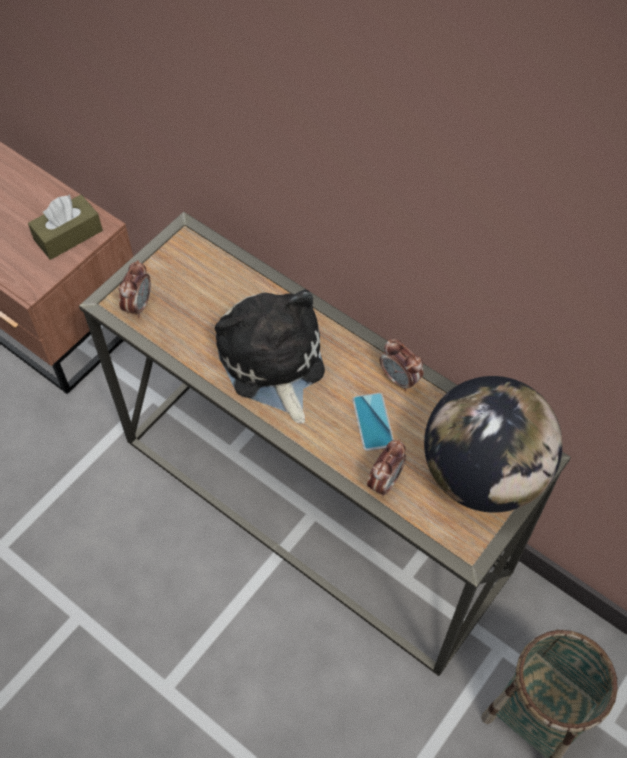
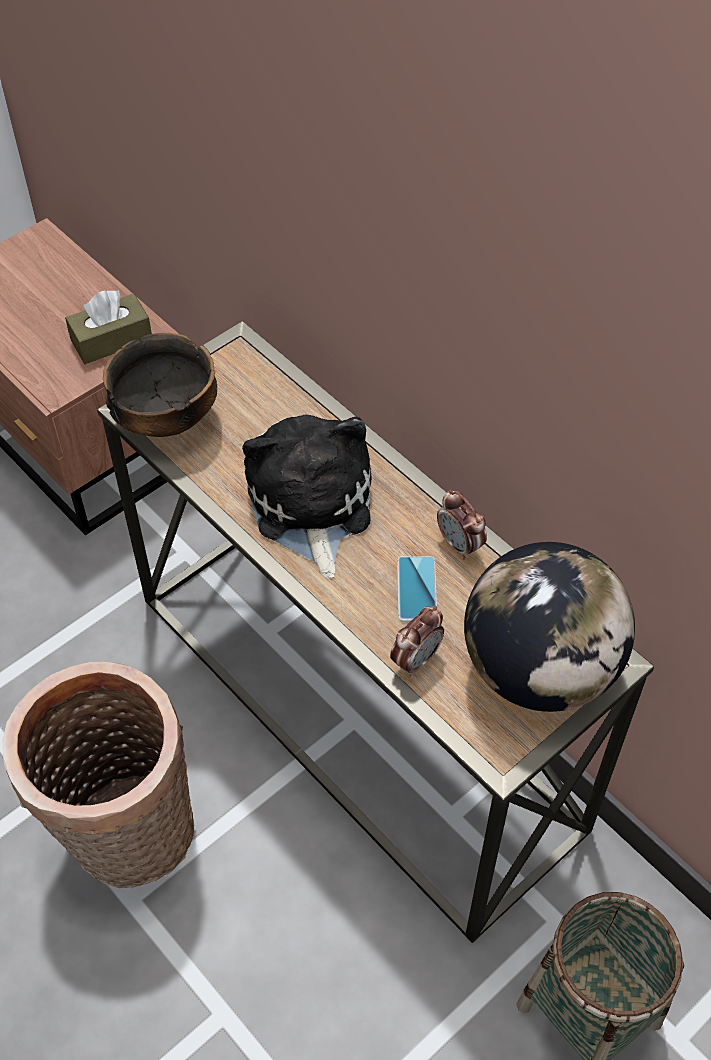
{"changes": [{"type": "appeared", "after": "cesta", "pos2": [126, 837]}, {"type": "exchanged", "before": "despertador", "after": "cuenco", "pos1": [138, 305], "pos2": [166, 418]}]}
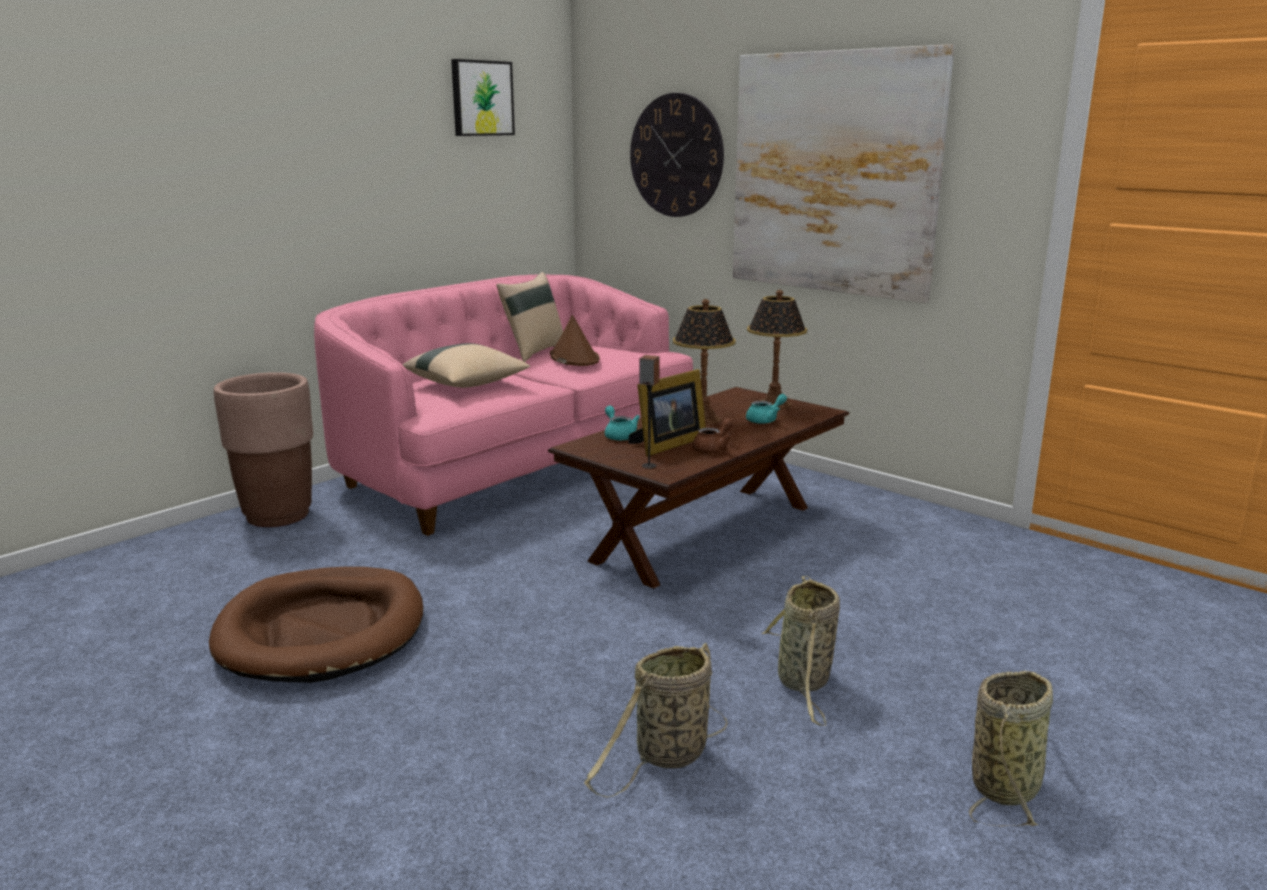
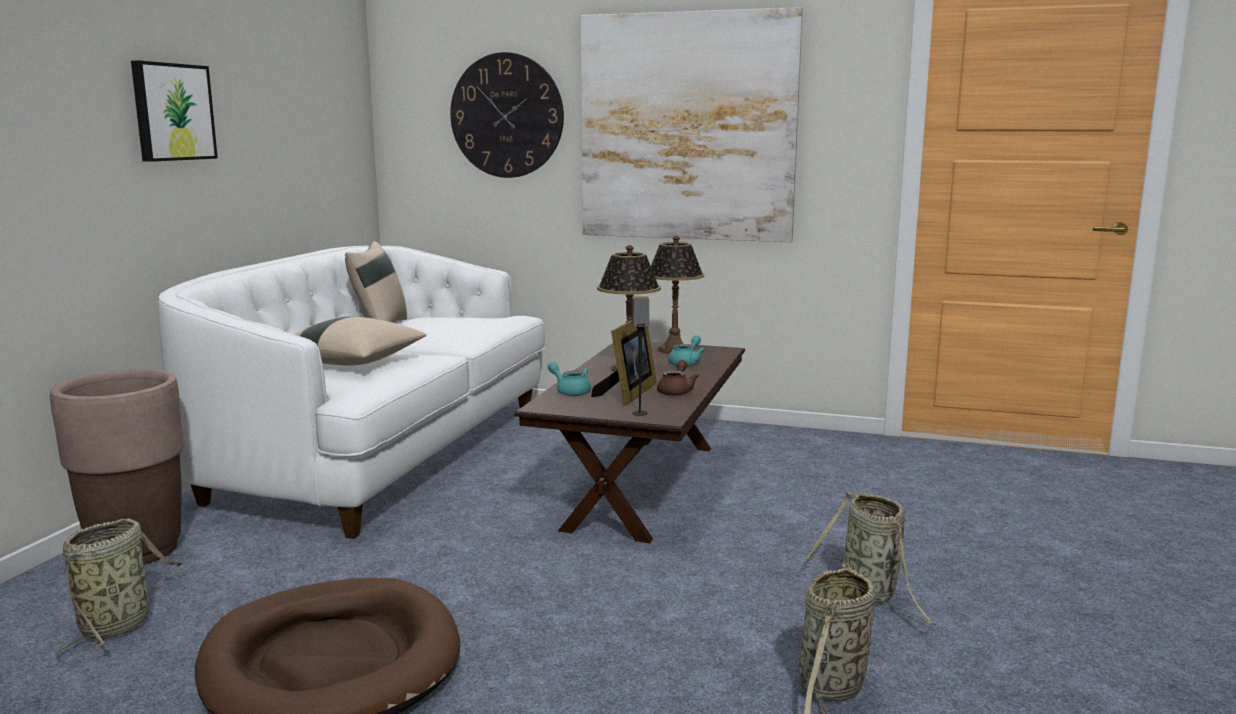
{"changes": [{"type": "relocated", "before": "cesta", "pos1": [1006, 785], "pos2": [119, 624]}, {"type": "relocated", "before": "cuadro", "pos1": [481, 98], "pos2": [172, 112]}, {"type": "colour", "before": "sofá [rosa]", "after": "sofá [blanco]", "pos1": [516, 466], "pos2": [382, 454]}, {"type": "missing", "before": "sombrero [marrón]", "pos1": [574, 358]}]}
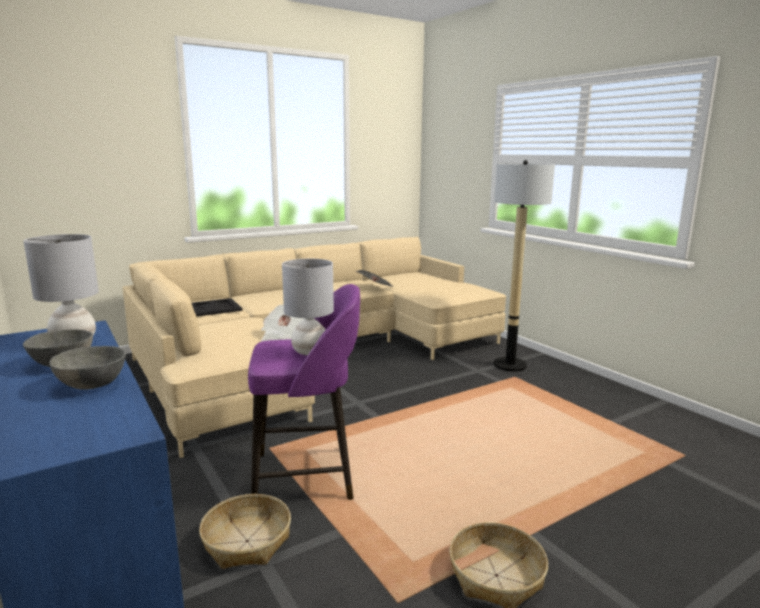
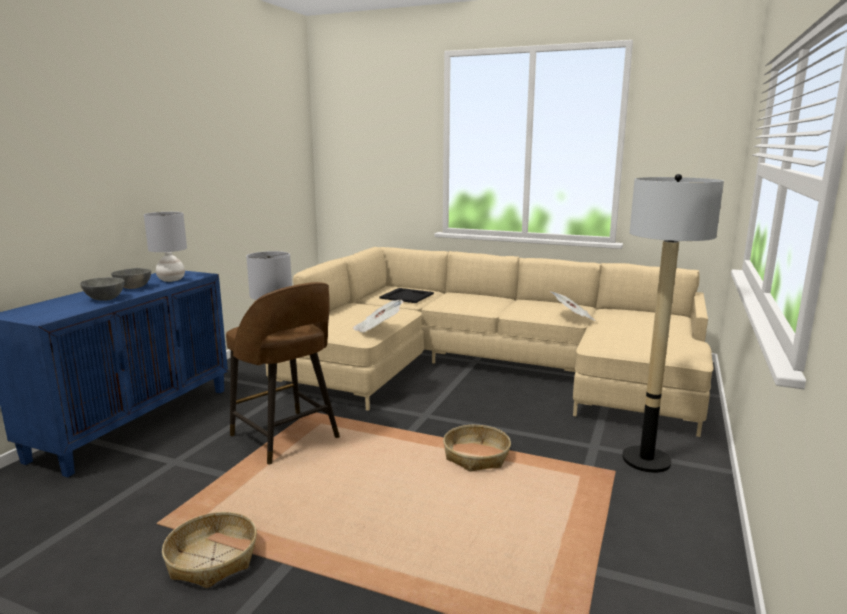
{"changes": [{"type": "colour", "before": "taburete [morado]", "after": "taburete [marrón]", "pos1": [307, 476], "pos2": [286, 438]}, {"type": "relocated", "before": "cesta", "pos1": [247, 541], "pos2": [476, 456]}]}
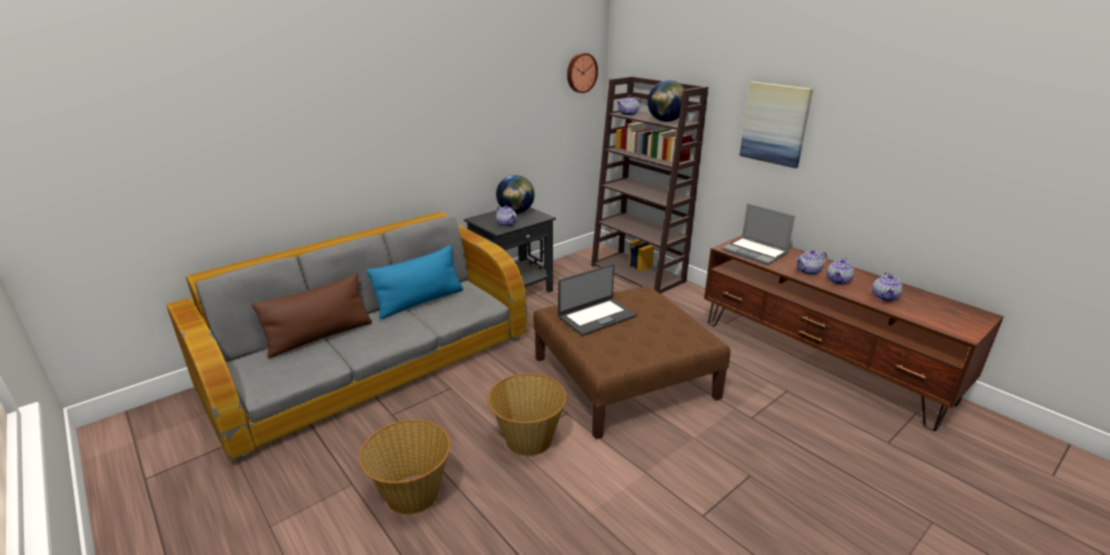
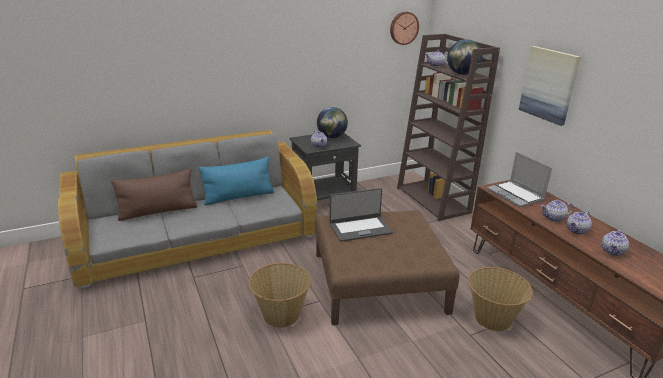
{"changes": [{"type": "relocated", "before": "cesta", "pos1": [412, 495], "pos2": [492, 319]}]}
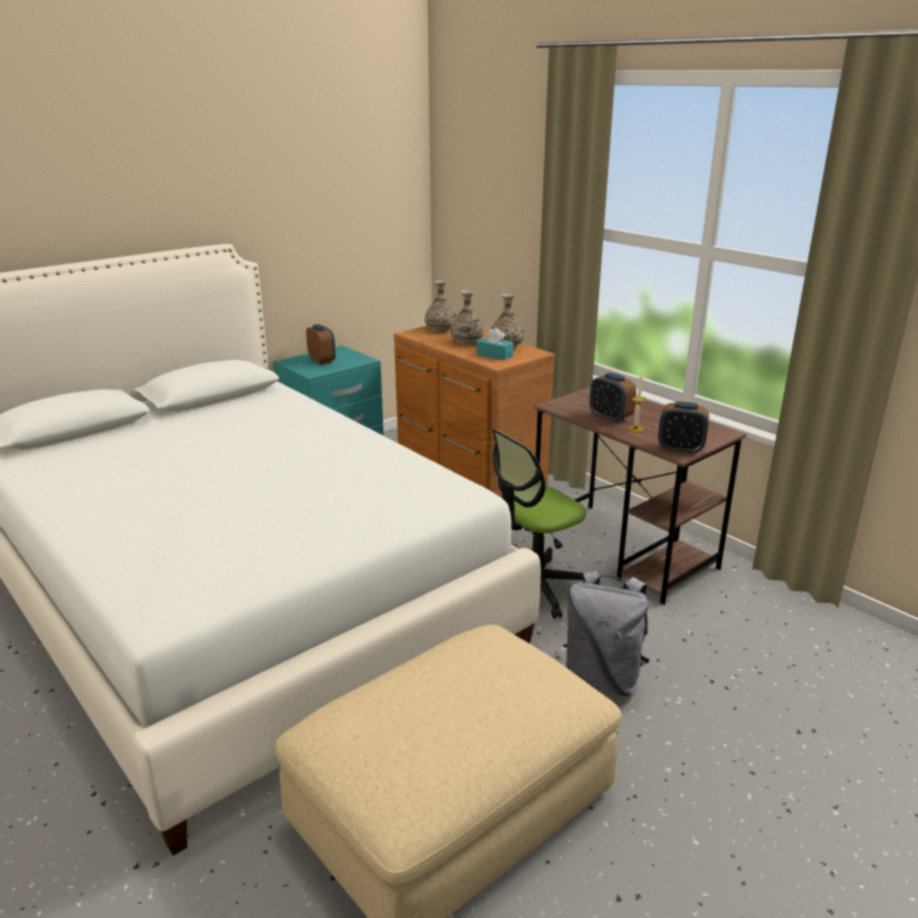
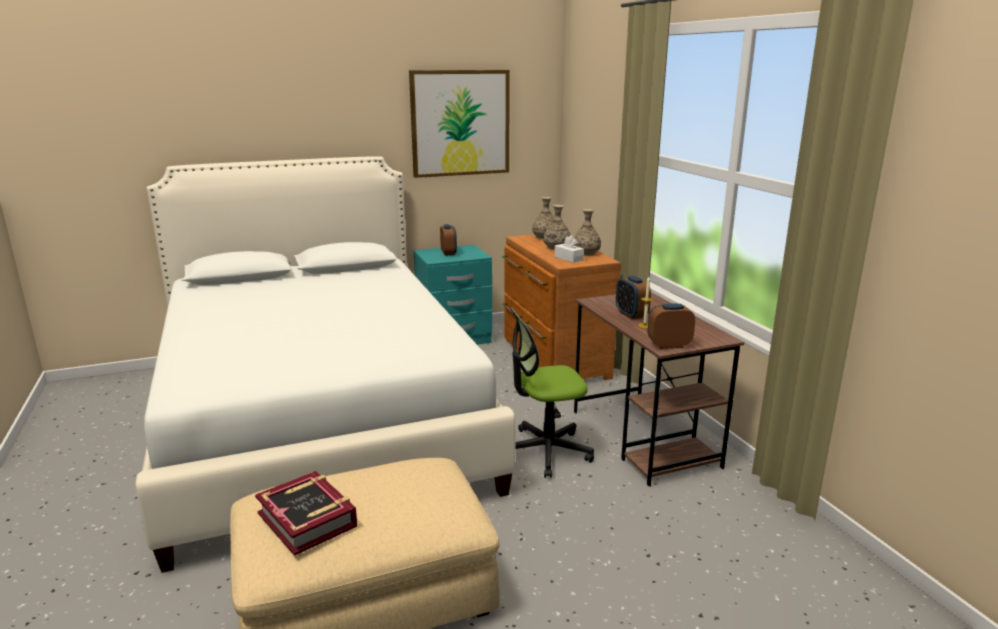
{"changes": [{"type": "appeared", "after": "libro", "pos2": [308, 519]}, {"type": "appeared", "after": "cuadro", "pos2": [460, 123]}, {"type": "colour", "before": "caja de pañuelos [turquesa]", "after": "caja de pañuelos [blanco]", "pos1": [494, 355], "pos2": [568, 258]}, {"type": "spun", "before": "despertador", "pos1": [680, 449], "pos2": [669, 345], "turn": 135}, {"type": "missing", "before": "mochila [gris]", "pos1": [603, 679]}]}
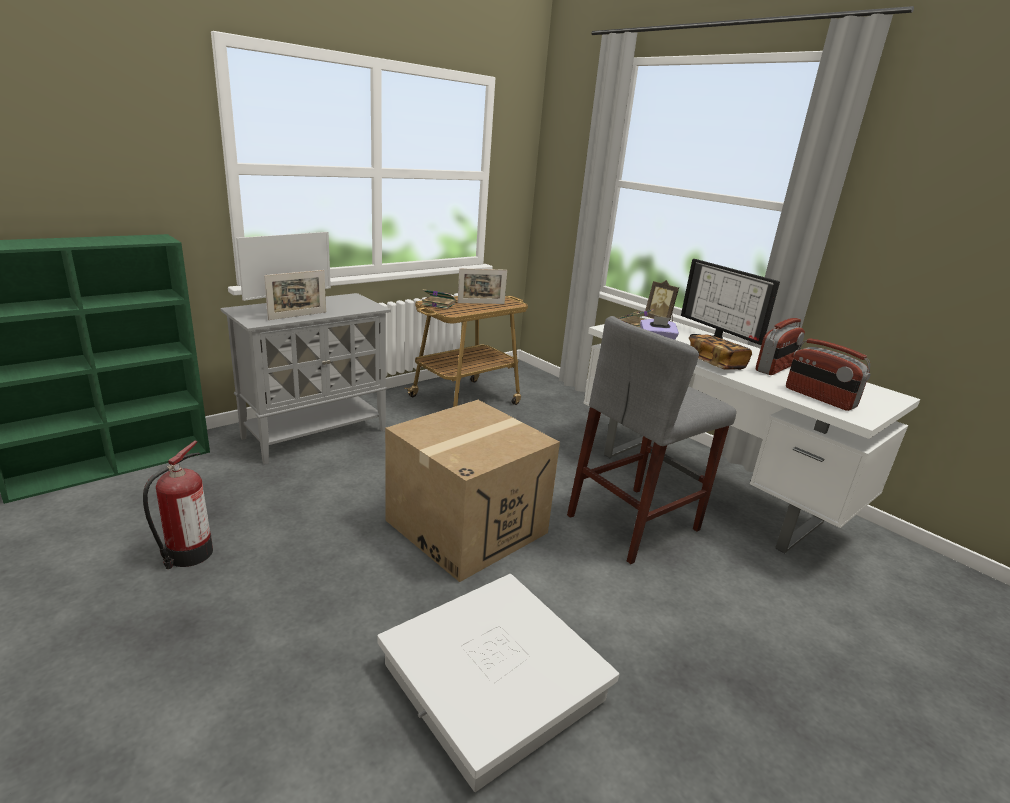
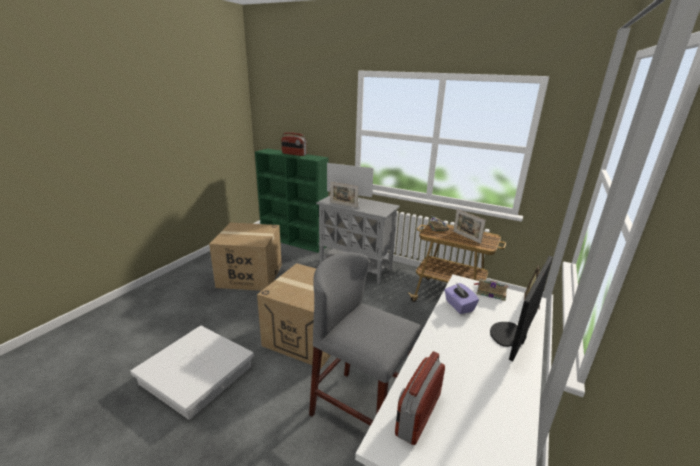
{"changes": [{"type": "exchanged", "before": "extintor", "after": "caja de cartón", "pos1": [187, 555], "pos2": [250, 275]}, {"type": "relocated", "before": "radio", "pos1": [776, 368], "pos2": [294, 154]}, {"type": "missing", "before": "libro", "pos1": [714, 364]}]}
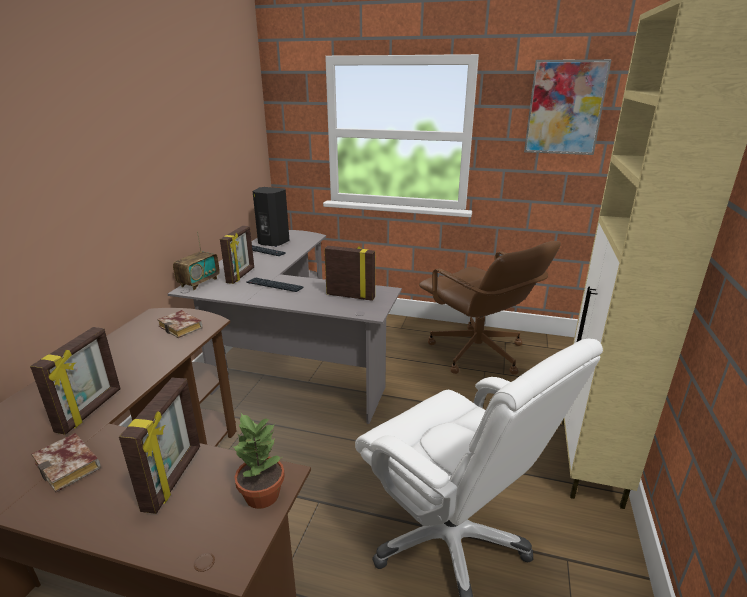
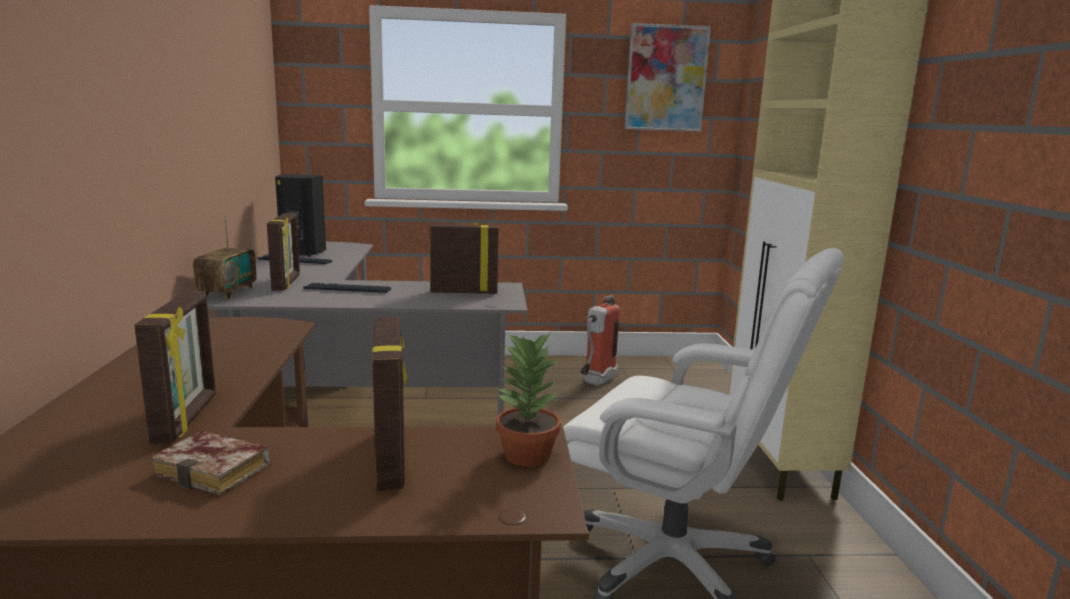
{"changes": [{"type": "exchanged", "before": "silla de oficina [marrón]", "after": "extintor", "pos1": [477, 353], "pos2": [596, 382]}, {"type": "missing", "before": "libro", "pos1": [182, 327]}]}
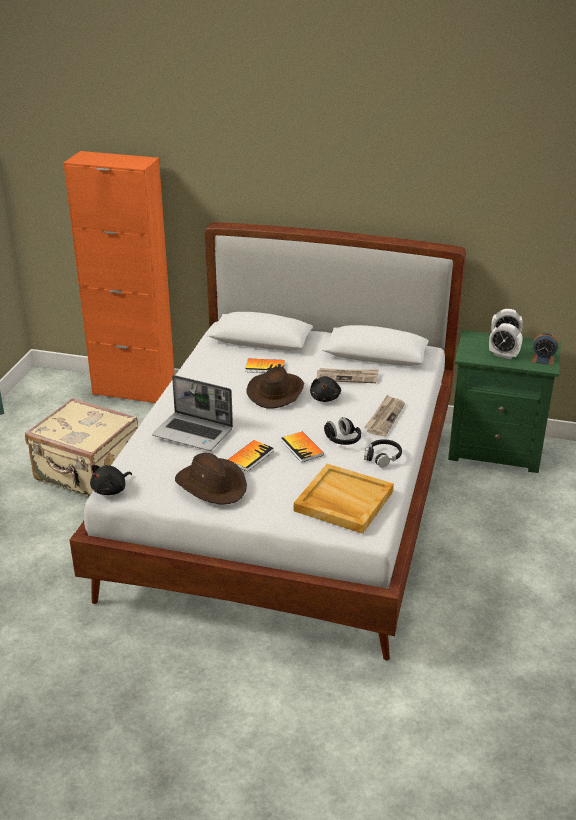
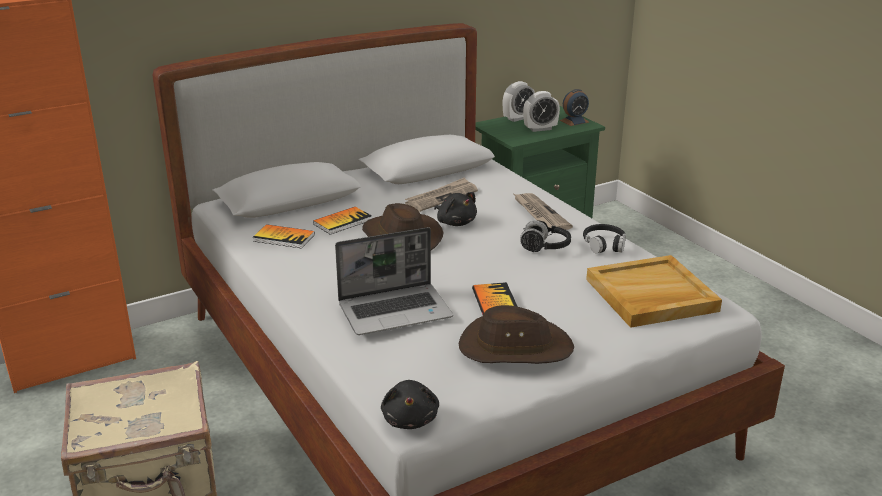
{"changes": [{"type": "relocated", "before": "libro", "pos1": [302, 448], "pos2": [284, 238]}]}
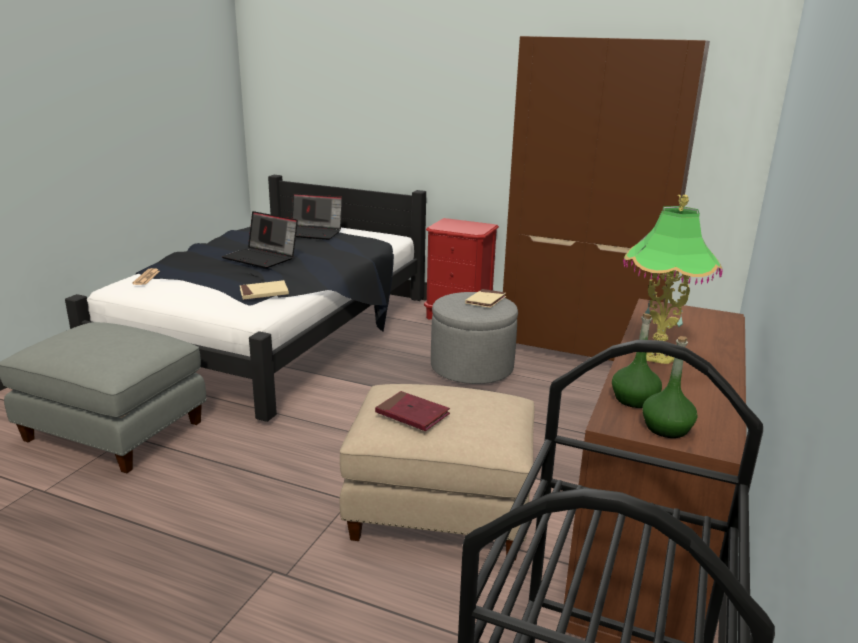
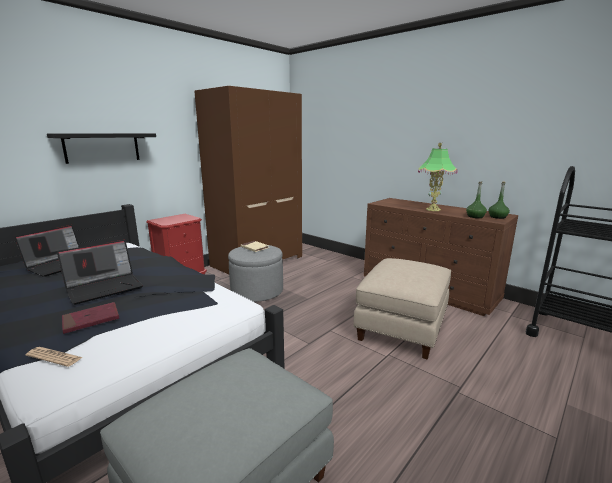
{"changes": [{"type": "appeared", "after": "estante [negro]", "pos2": [102, 147]}, {"type": "relocated", "before": "libro [rojo]", "pos1": [412, 414], "pos2": [91, 320]}, {"type": "missing", "before": "libro [beis]", "pos1": [264, 293]}]}
